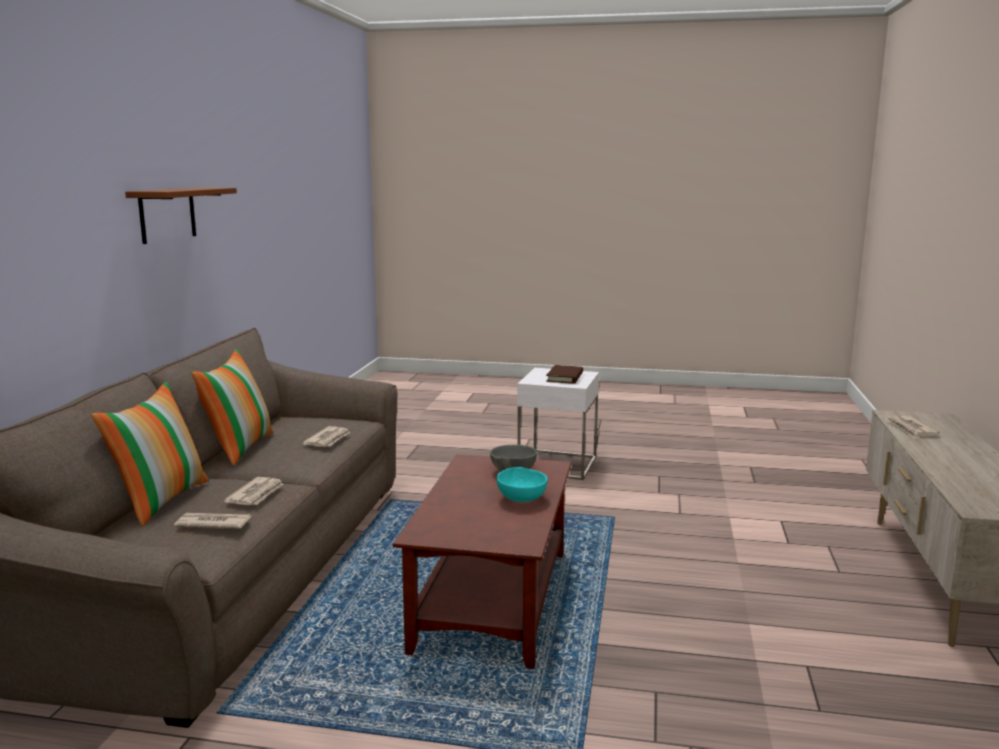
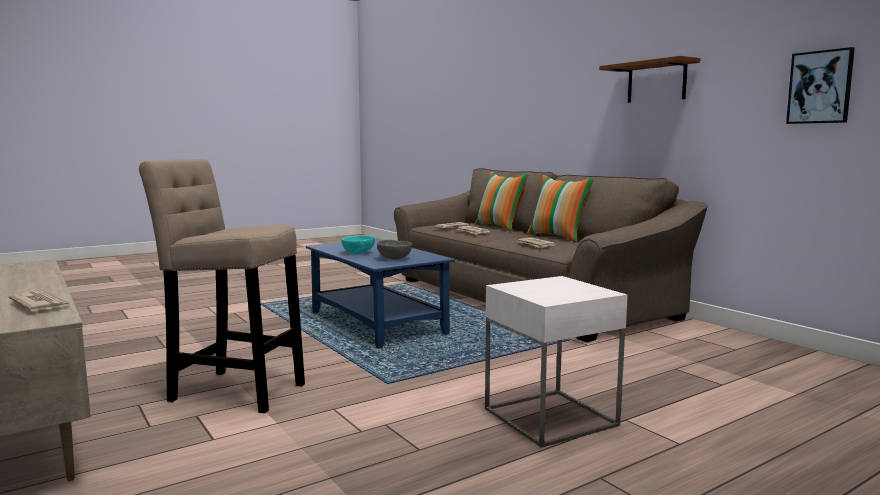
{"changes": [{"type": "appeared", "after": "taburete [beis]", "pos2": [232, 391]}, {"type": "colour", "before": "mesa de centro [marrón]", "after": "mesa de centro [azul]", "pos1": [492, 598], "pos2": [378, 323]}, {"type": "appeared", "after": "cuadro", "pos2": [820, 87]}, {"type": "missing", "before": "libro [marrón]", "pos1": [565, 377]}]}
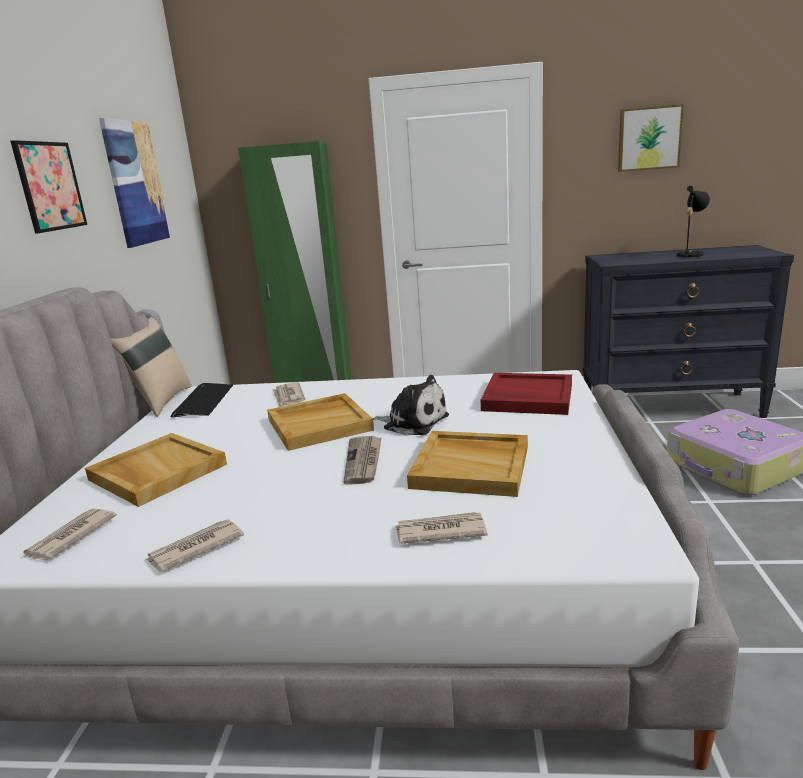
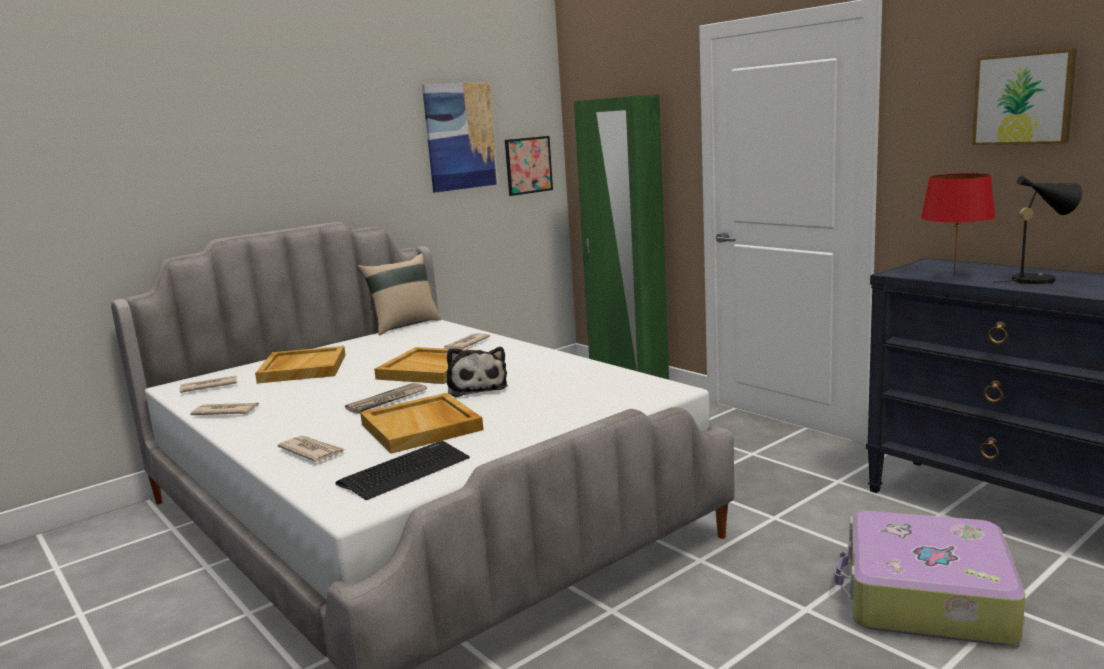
{"changes": [{"type": "relocated", "before": "teclado", "pos1": [203, 401], "pos2": [405, 471]}, {"type": "relocated", "before": "cuadro", "pos1": [50, 186], "pos2": [528, 165]}, {"type": "appeared", "after": "lámpara de mesa [rojo]", "pos2": [954, 277]}, {"type": "missing", "before": "bandeja [rojo]", "pos1": [527, 397]}]}
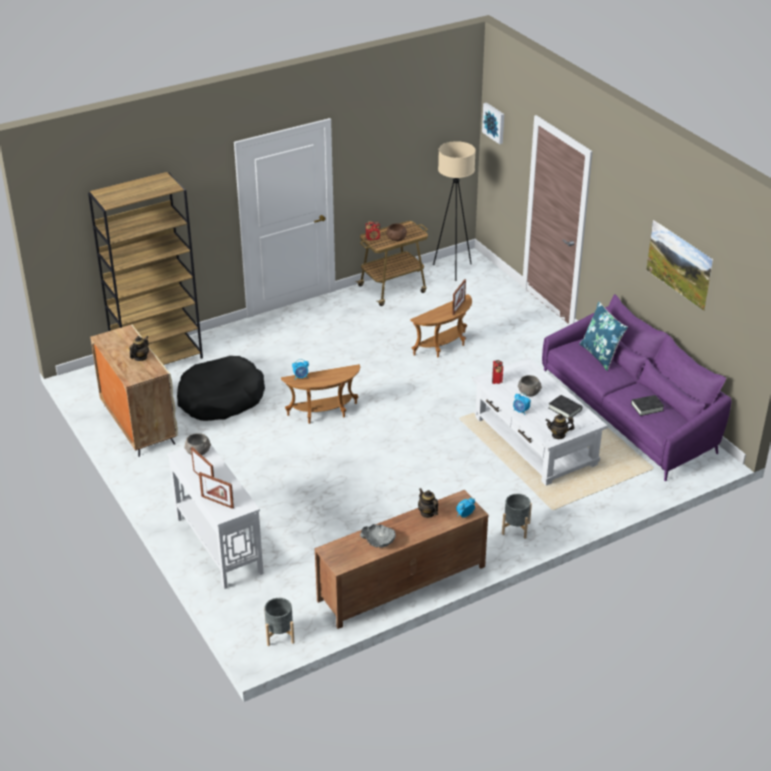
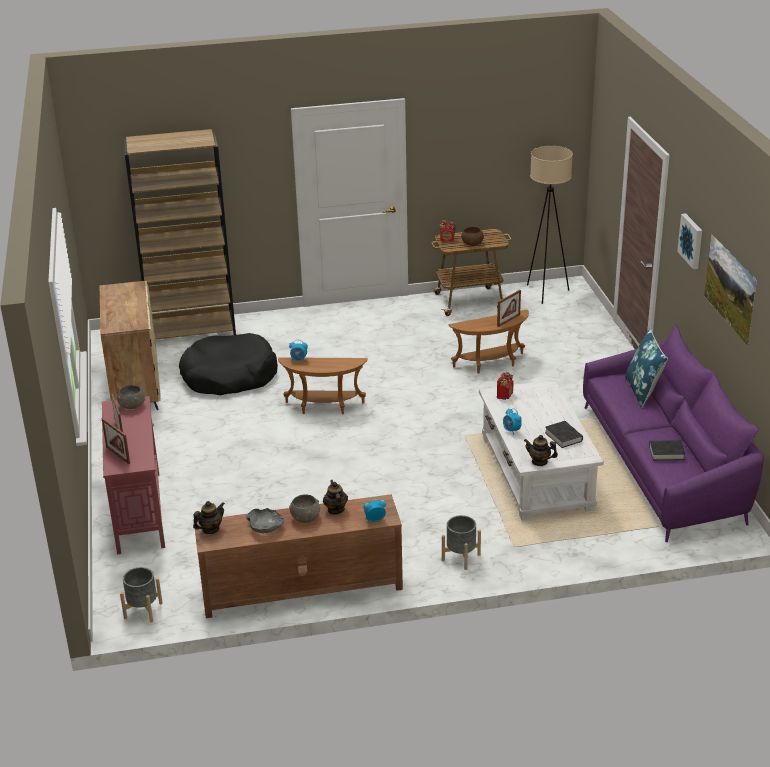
{"changes": [{"type": "colour", "before": "mesa consola [blanco]", "after": "mesa consola [rojo]", "pos1": [219, 544], "pos2": [139, 511]}, {"type": "relocated", "before": "tetera", "pos1": [140, 357], "pos2": [210, 529]}, {"type": "relocated", "before": "cuenco [gris]", "pos1": [529, 392], "pos2": [305, 517]}, {"type": "relocated", "before": "cuadro", "pos1": [494, 122], "pos2": [692, 241]}]}
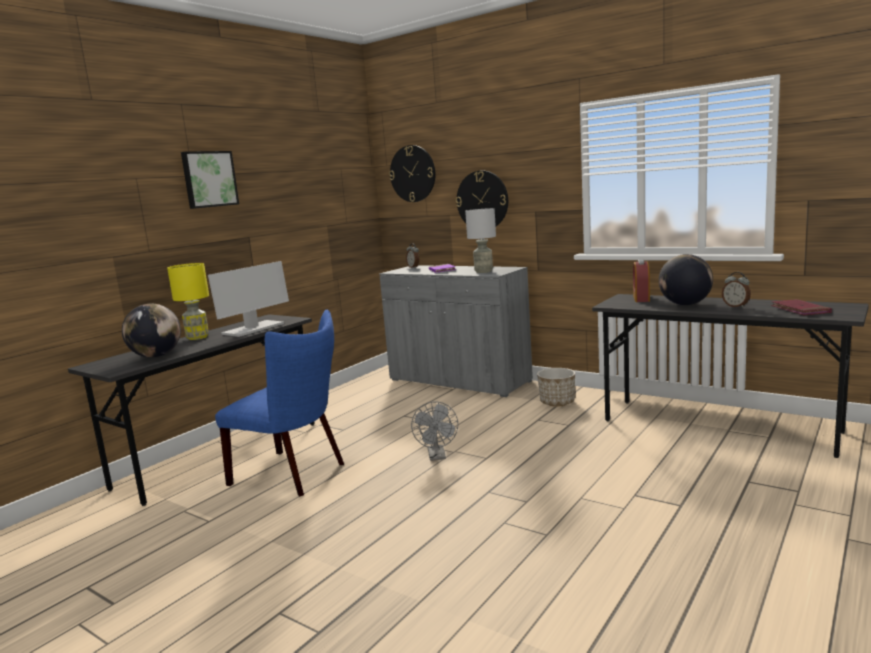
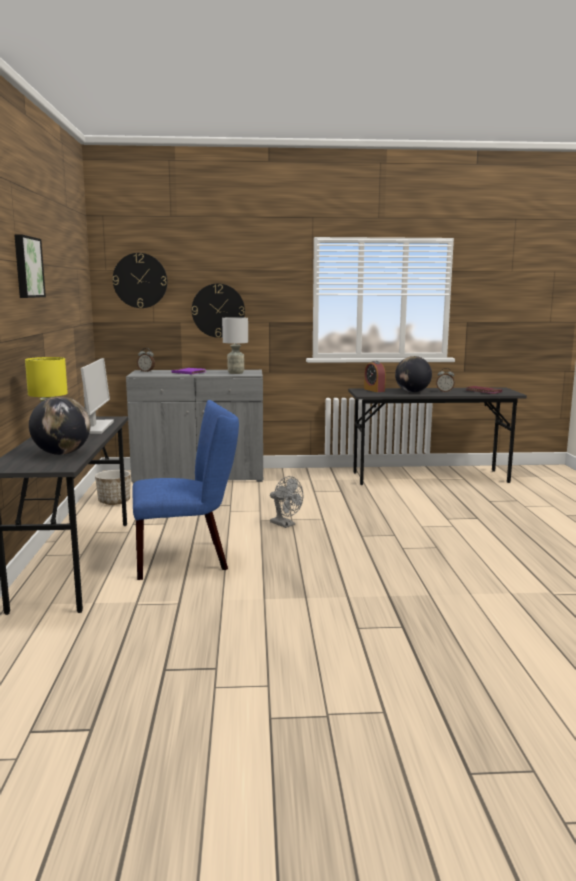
{"changes": [{"type": "relocated", "before": "maceta", "pos1": [557, 402], "pos2": [114, 501]}]}
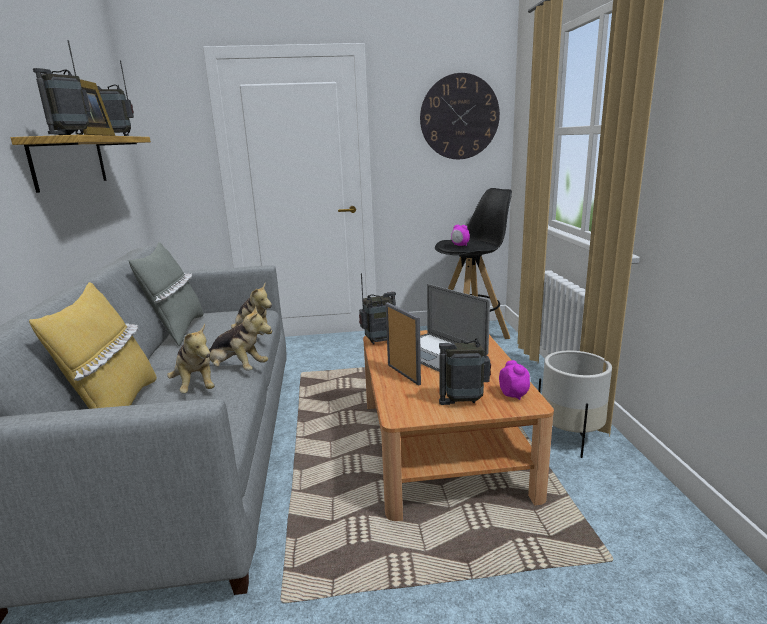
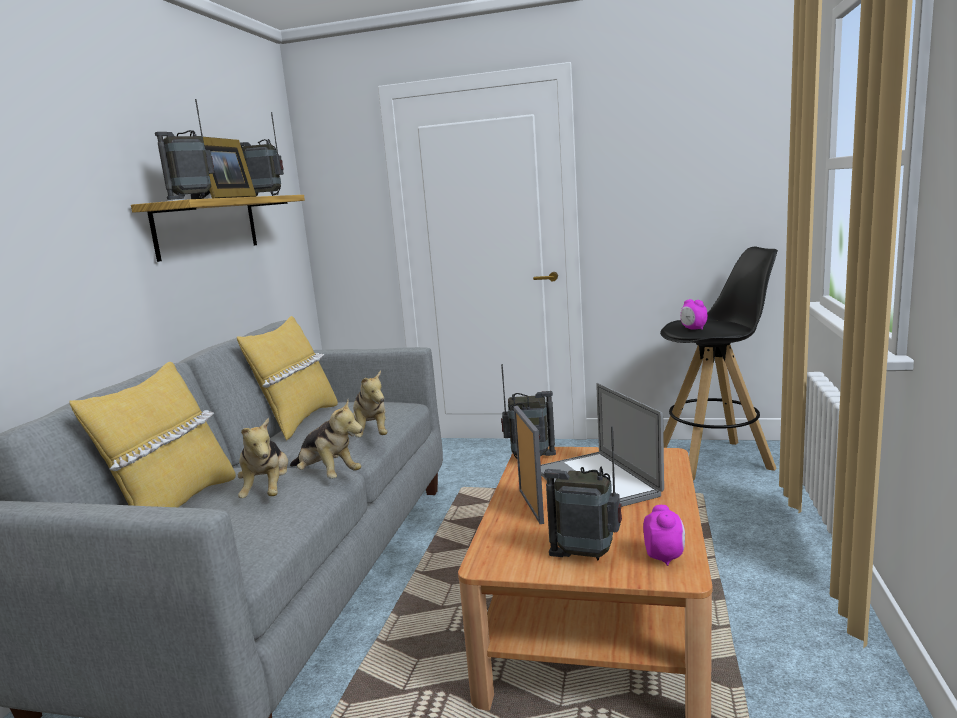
{"changes": [{"type": "colour", "before": "cojín [gris]", "after": "cojín [amarillo]", "pos1": [177, 330], "pos2": [298, 421]}, {"type": "missing", "before": "reloj de pared", "pos1": [459, 117]}, {"type": "missing", "before": "maceta [blanco]", "pos1": [570, 437]}]}
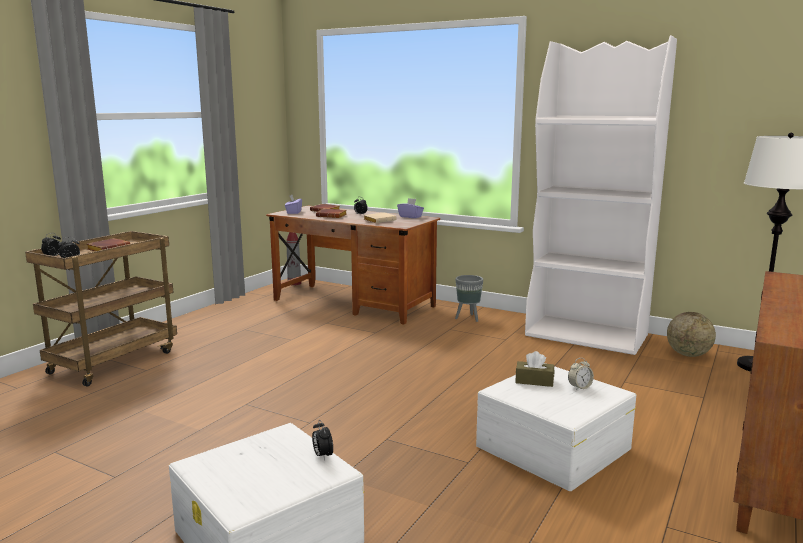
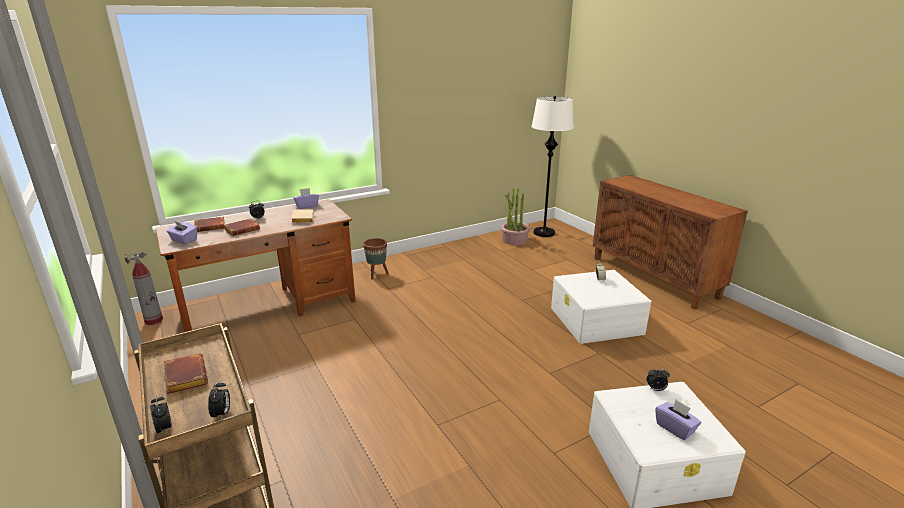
{"changes": [{"type": "colour", "before": "maceta [gris]", "after": "maceta [marrón]", "pos1": [468, 318], "pos2": [377, 274]}, {"type": "exchanged", "before": "globo terráqueo", "after": "planta en maceta", "pos1": [688, 355], "pos2": [514, 240]}, {"type": "appeared", "after": "caja de pañuelos [morado]", "pos2": [675, 428]}, {"type": "missing", "before": "caja de pañuelos [marrón]", "pos1": [534, 381]}, {"type": "missing", "before": "estantería [blanco]", "pos1": [587, 335]}]}
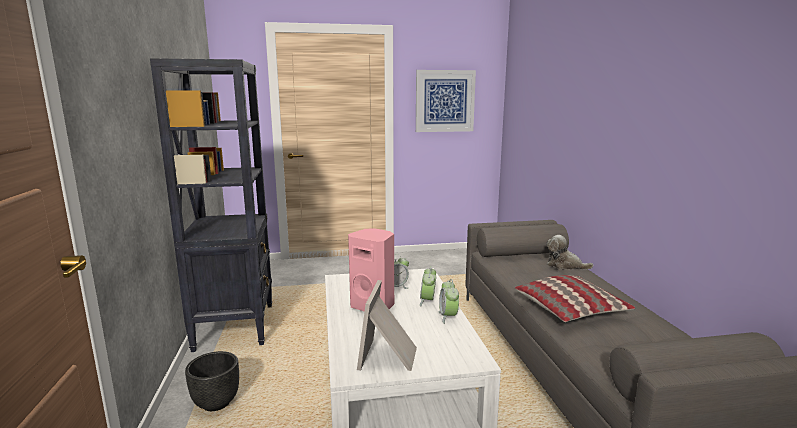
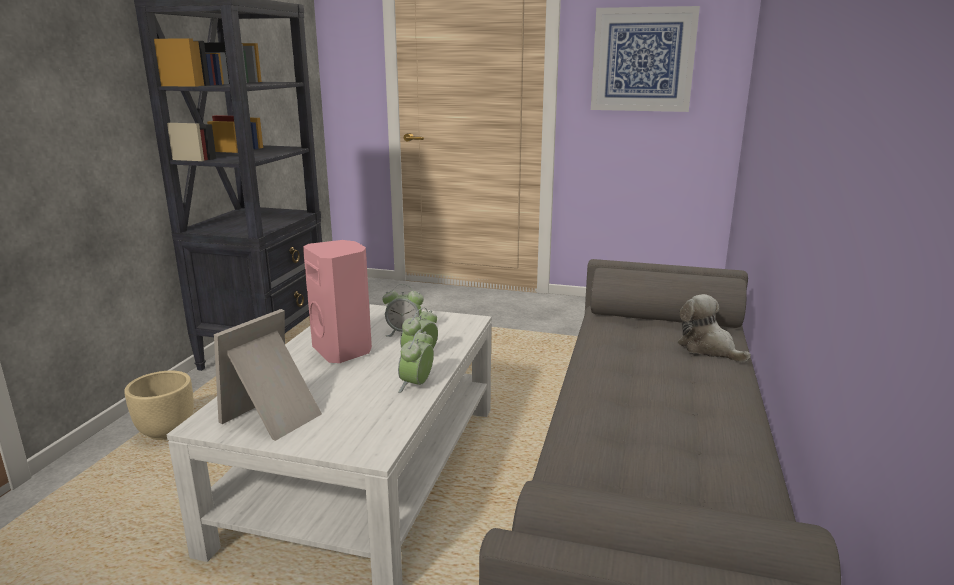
{"changes": [{"type": "colour", "before": "maceta [negro]", "after": "maceta [beis]", "pos1": [216, 403], "pos2": [166, 432]}, {"type": "missing", "before": "cojín", "pos1": [571, 310]}]}
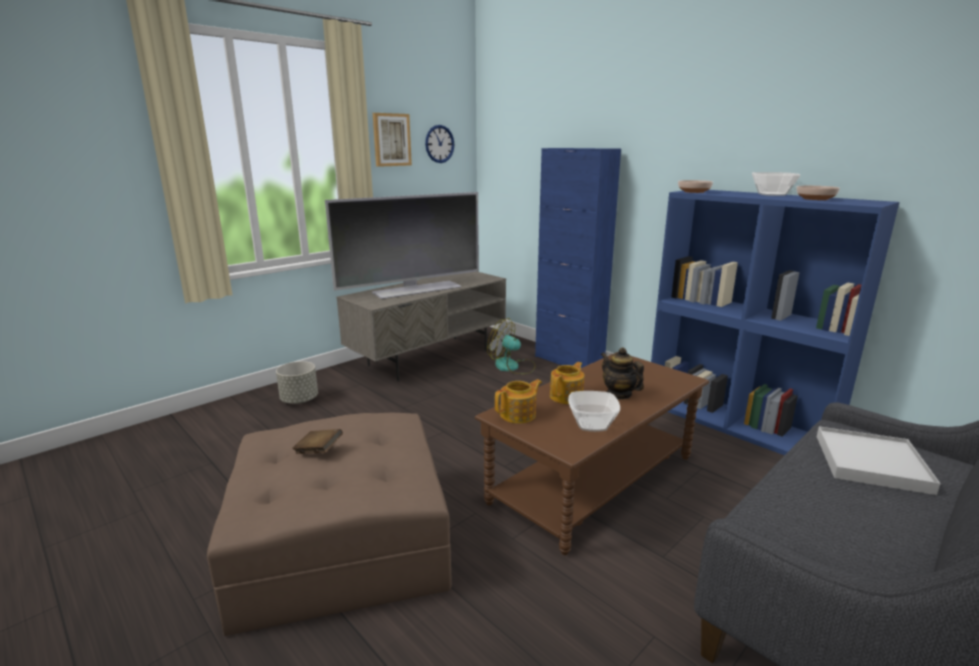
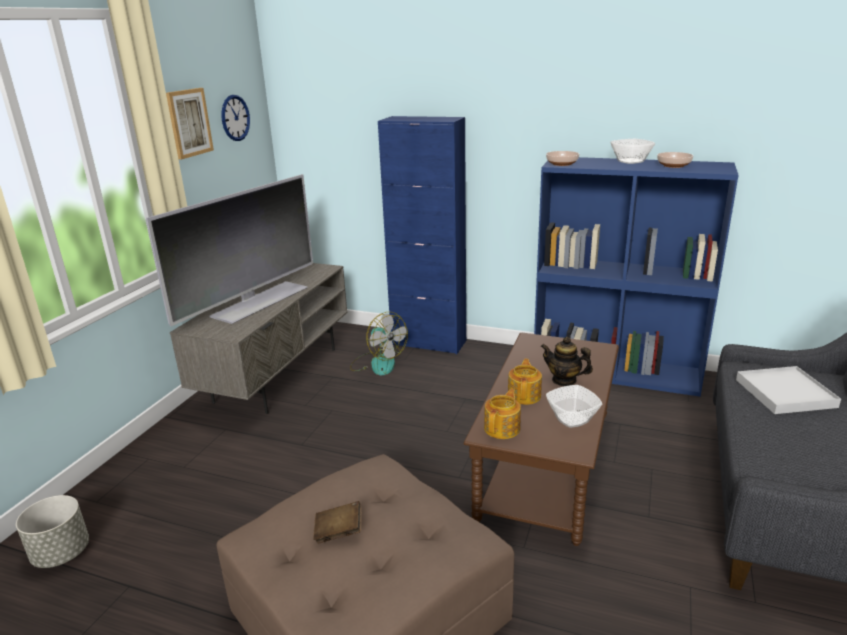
{"changes": [{"type": "relocated", "before": "maceta [gris]", "pos1": [299, 400], "pos2": [61, 554]}, {"type": "spun", "before": "ventilador", "pos1": [512, 367], "pos2": [378, 363], "turn": -135}]}
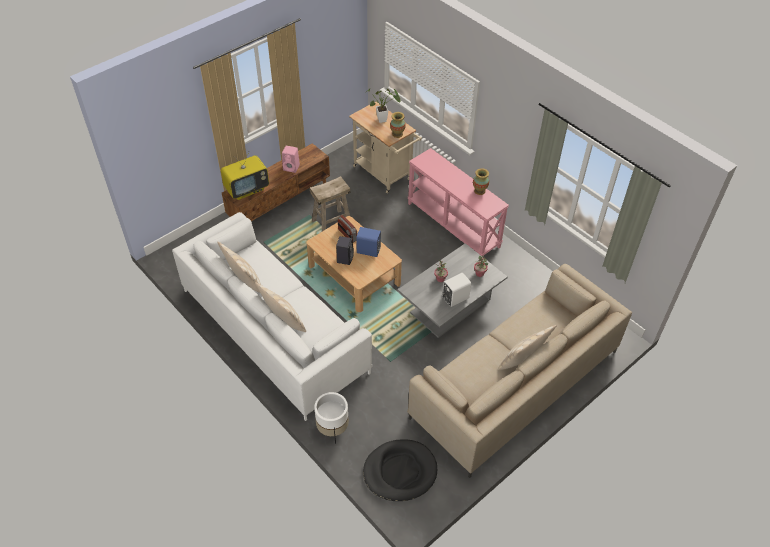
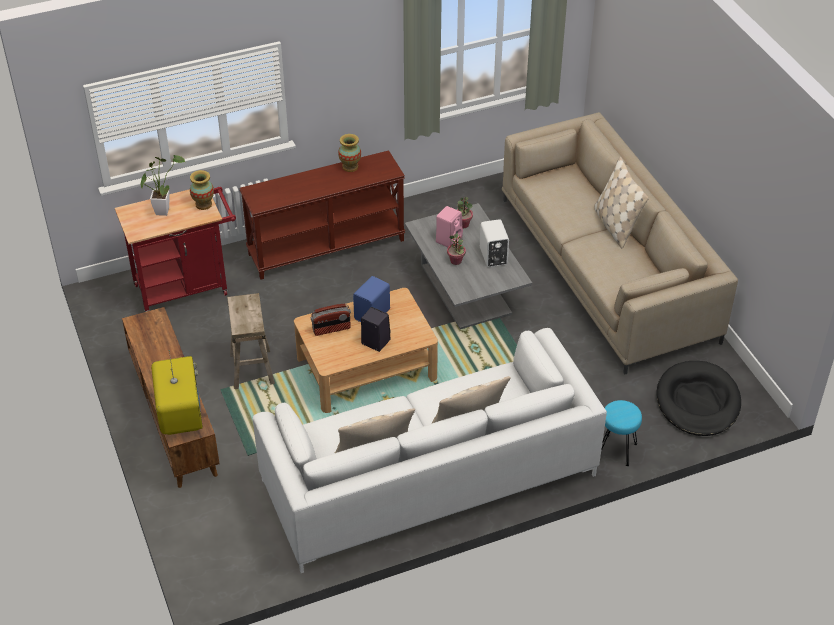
{"changes": [{"type": "colour", "before": "carrito [beis]", "after": "carrito [rojo]", "pos1": [385, 174], "pos2": [187, 287]}, {"type": "colour", "before": "mesa consola [rosa]", "after": "mesa consola [marrón]", "pos1": [454, 225], "pos2": [326, 246]}, {"type": "relocated", "before": "altavoz [rosa]", "pos1": [292, 167], "pos2": [449, 239]}, {"type": "exchanged", "before": "maceta [blanco]", "after": "taburete [turquesa]", "pos1": [332, 429], "pos2": [616, 450]}]}
